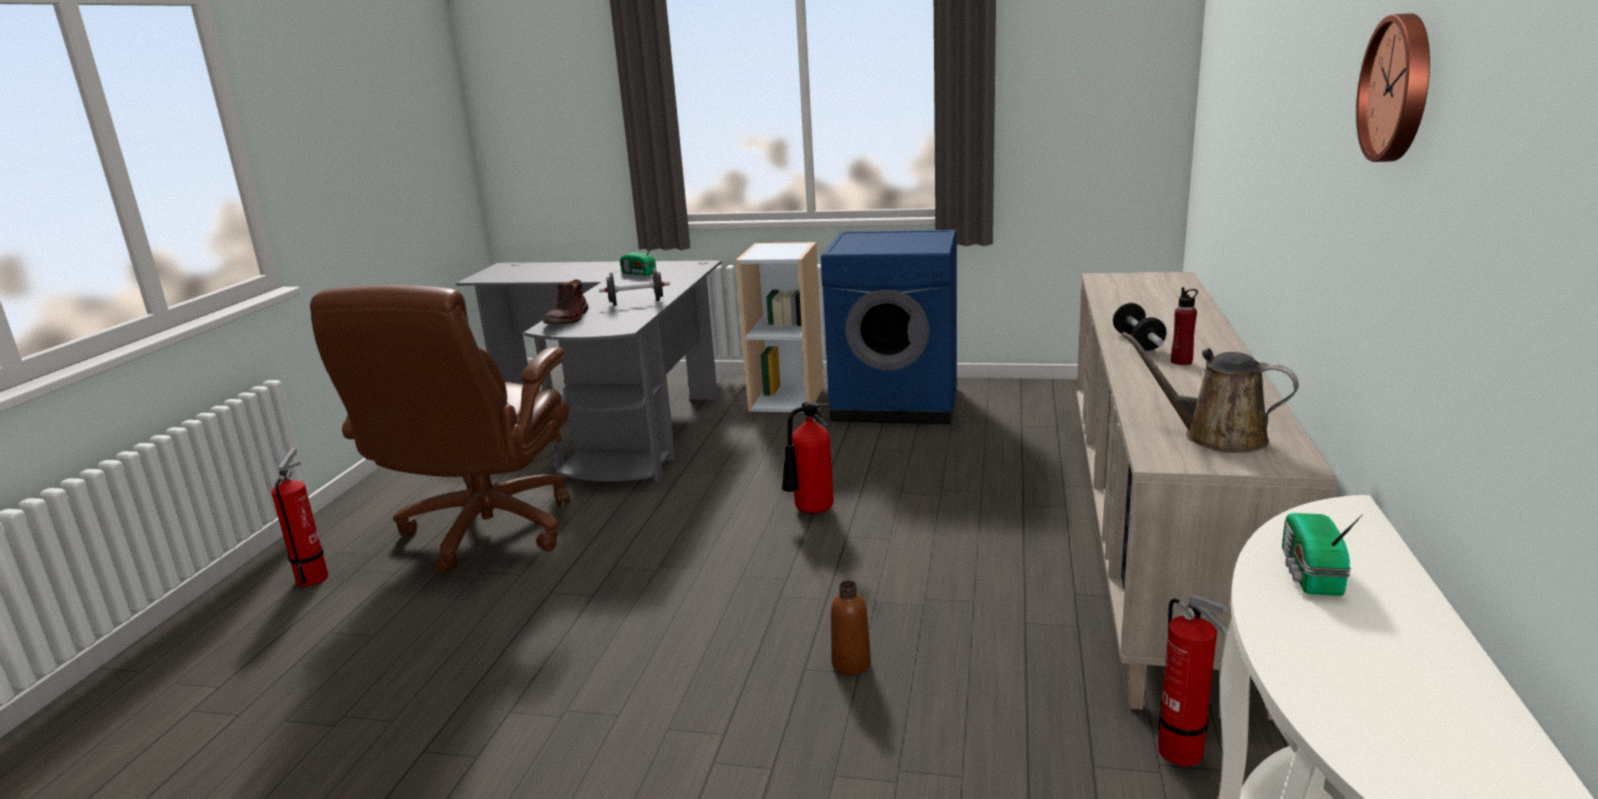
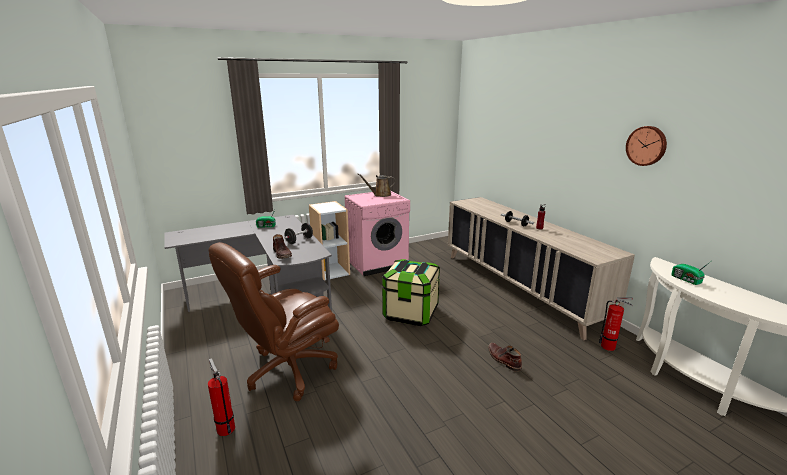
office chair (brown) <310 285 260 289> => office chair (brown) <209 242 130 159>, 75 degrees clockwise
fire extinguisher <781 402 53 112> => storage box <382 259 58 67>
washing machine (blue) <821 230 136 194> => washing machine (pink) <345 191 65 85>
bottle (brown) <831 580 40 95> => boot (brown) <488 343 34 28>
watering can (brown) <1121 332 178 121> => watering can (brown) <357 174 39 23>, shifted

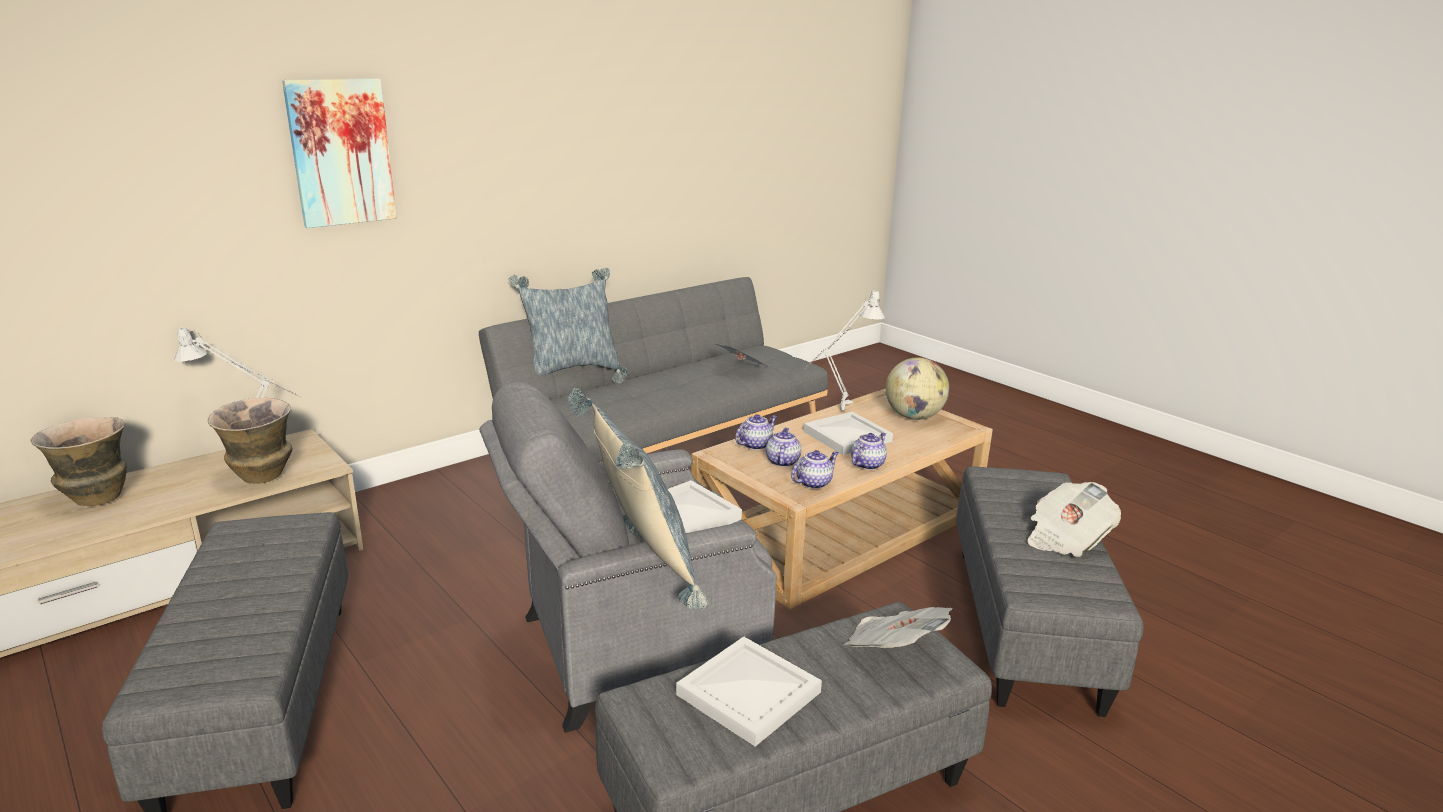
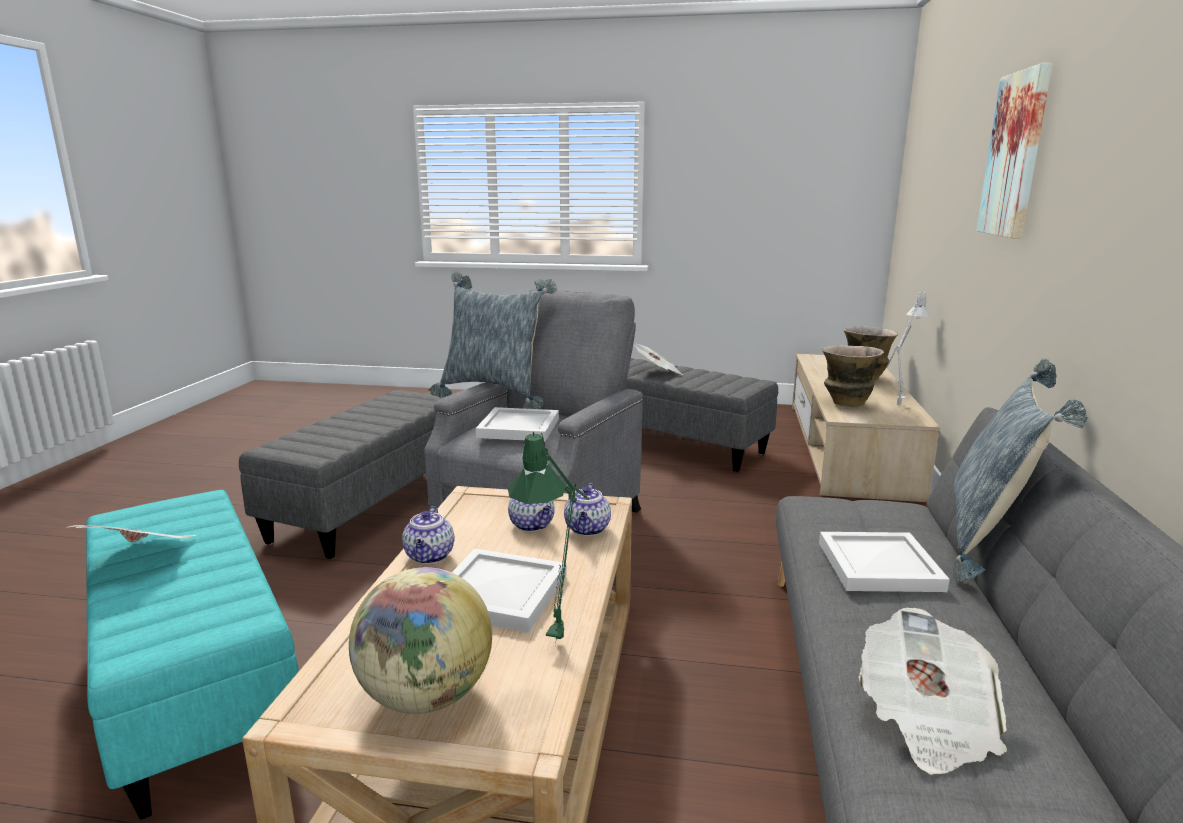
tray (white) <676 637 146 110> => tray (white) <819 532 131 60>, shifted
teapot <791 450 47 39> => nothing
table lamp (grey) <803 291 82 119> => table lamp (green) <508 432 82 213>
newspaper <844 607 108 41> => newspaper <633 343 50 32>, shifted
ottoman (grey) <956 467 187 250> => ottoman (turquoise) <86 490 213 330>

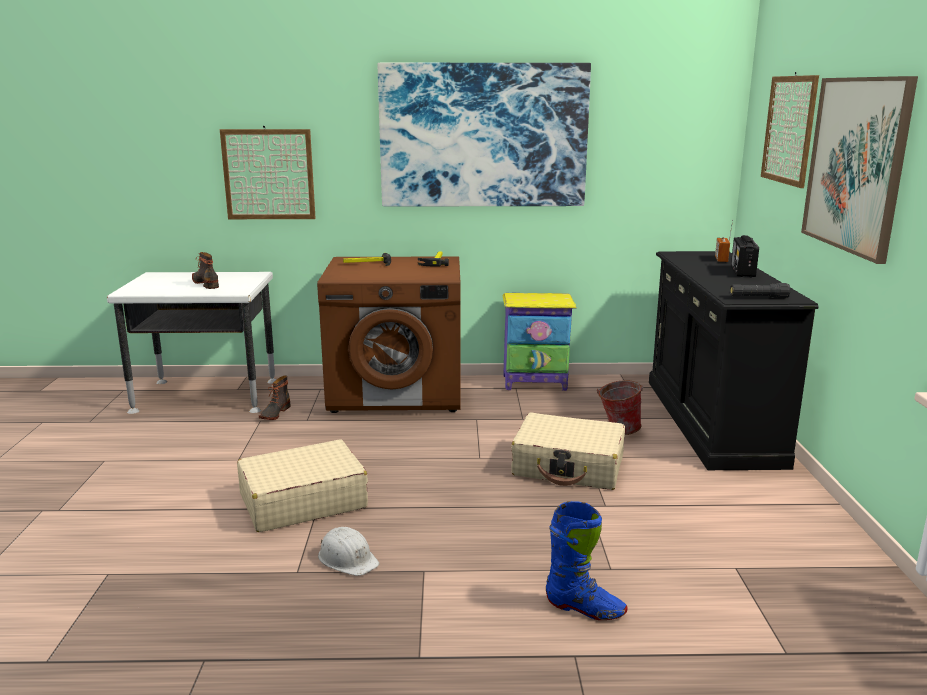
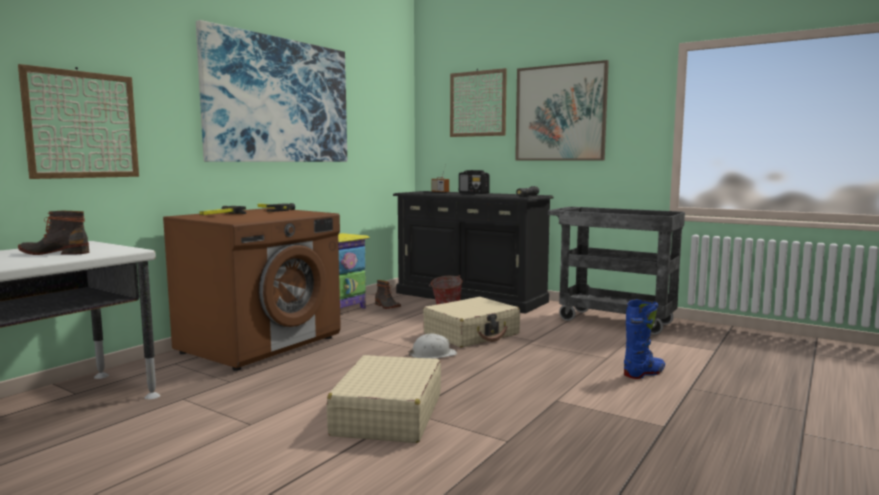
boot <259 376 32 44> => boot <375 280 26 29>, shifted
hard hat (white) <318 527 61 49> => hard hat (white) <409 334 48 25>, shifted
nothing => cart (black) <548 207 137 128>

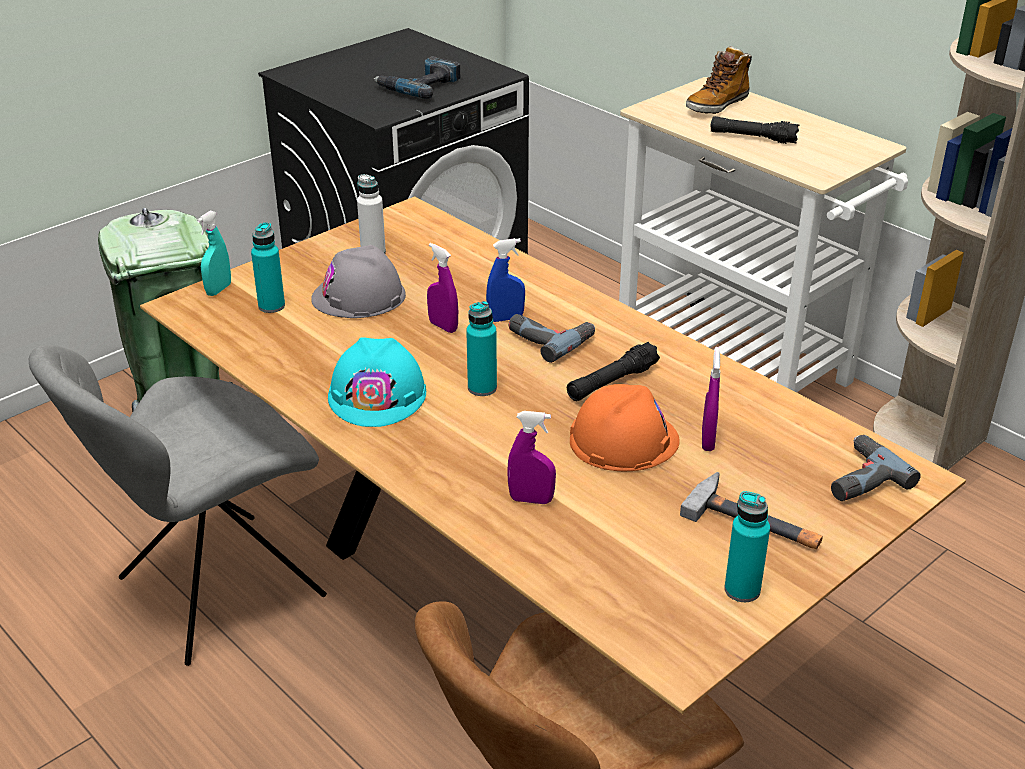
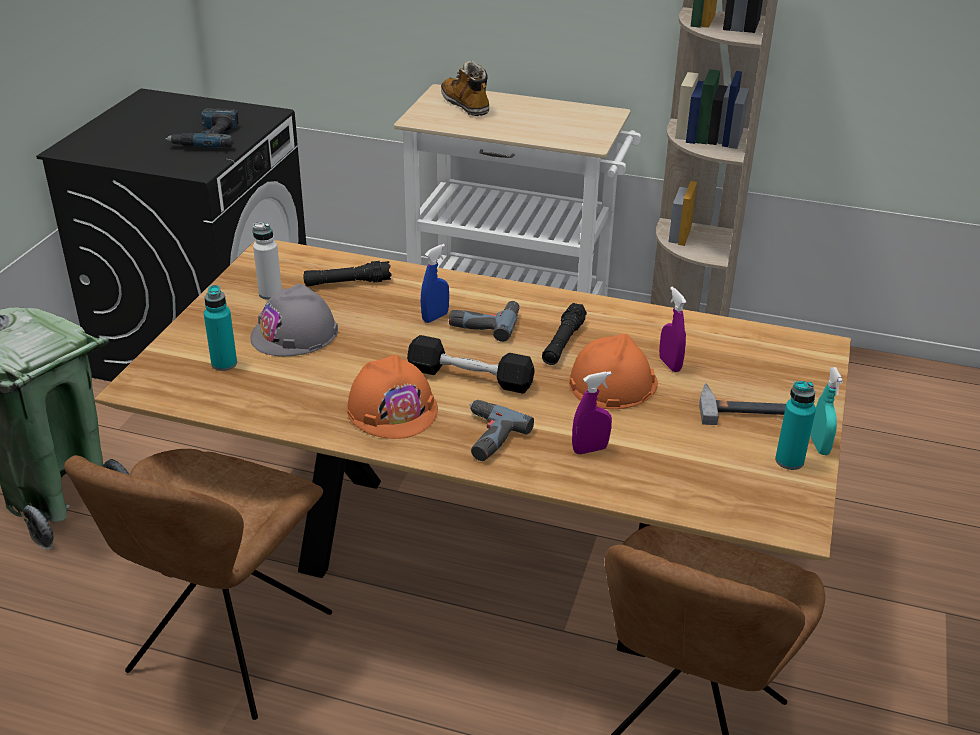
chair (grey) <29 345 298 321> => chair (brown) <64 449 268 271>
spray bottle (turquoise) <197 211 34 85> => spray bottle (turquoise) <811 367 32 88>, shifted
hard hat (turquoise) <328 337 98 90> => hard hat (orange) <347 355 91 84>
spray bottle (purple) <427 243 31 90> => nothing
bottle (turquoise) <466 301 31 95> => dumbbell (black) <407 335 128 59>
boot <686 46 66 68> => boot <441 61 48 55>, 135 degrees clockwise
flashlight (black) <711 116 88 28> => flashlight (black) <303 261 89 26>, shifted
power drill <831 435 90 66> => power drill <470 400 64 61>, shifted

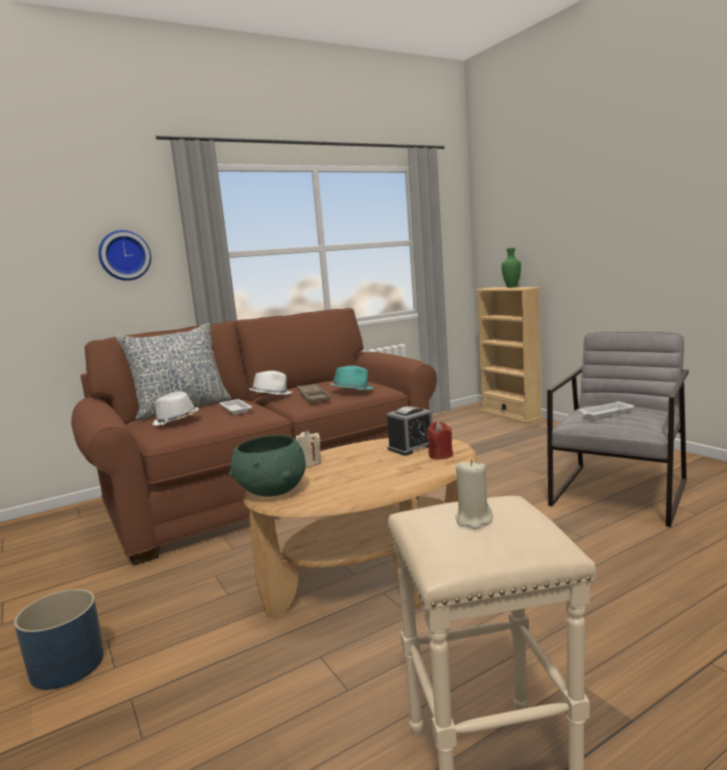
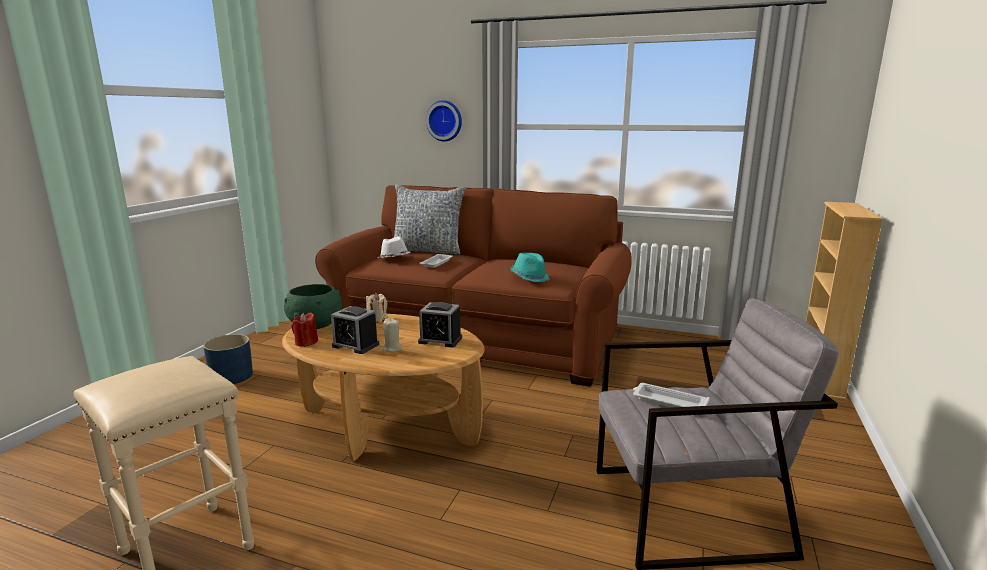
hat (white) <249 371 43 24> => nothing
tray (brown) <297 383 33 19> => nothing
candle (red) <426 422 27 38> => candle (red) <292 313 26 34>, shifted
candle (beige) <455 460 38 69> => candle (beige) <382 318 20 34>, shifted
vase (green) <501 248 20 40> => nothing
nothing => alarm clock <331 306 48 48>

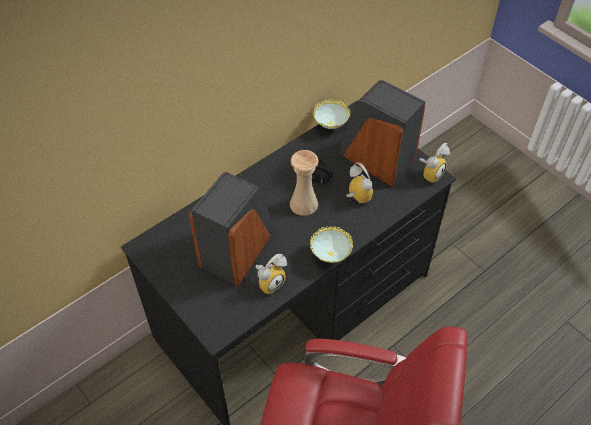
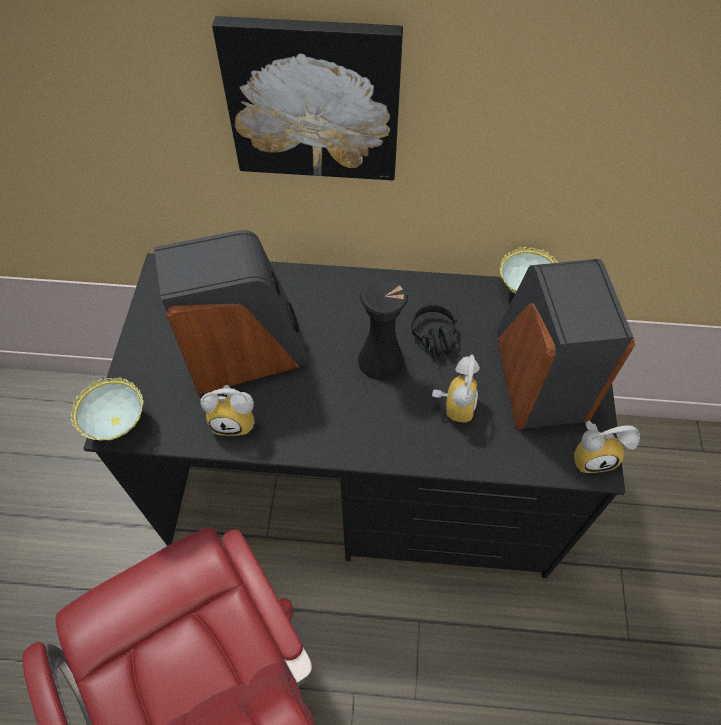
vase (beige) <290 150 29 66> => vase (black) <358 277 50 103>
bowl <310 226 43 37> => bowl <71 377 72 64>, shifted
nothing => picture <212 16 191 164>

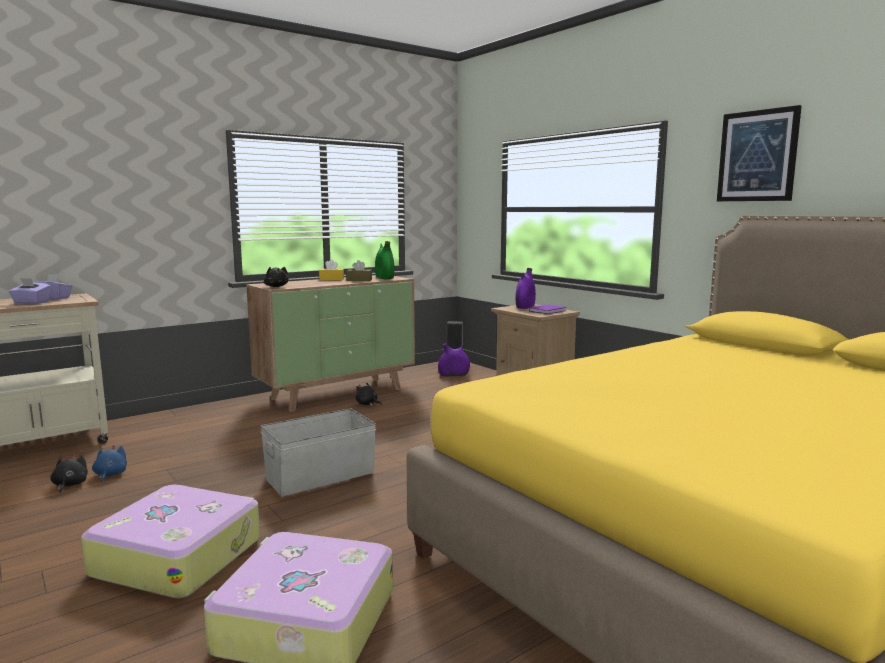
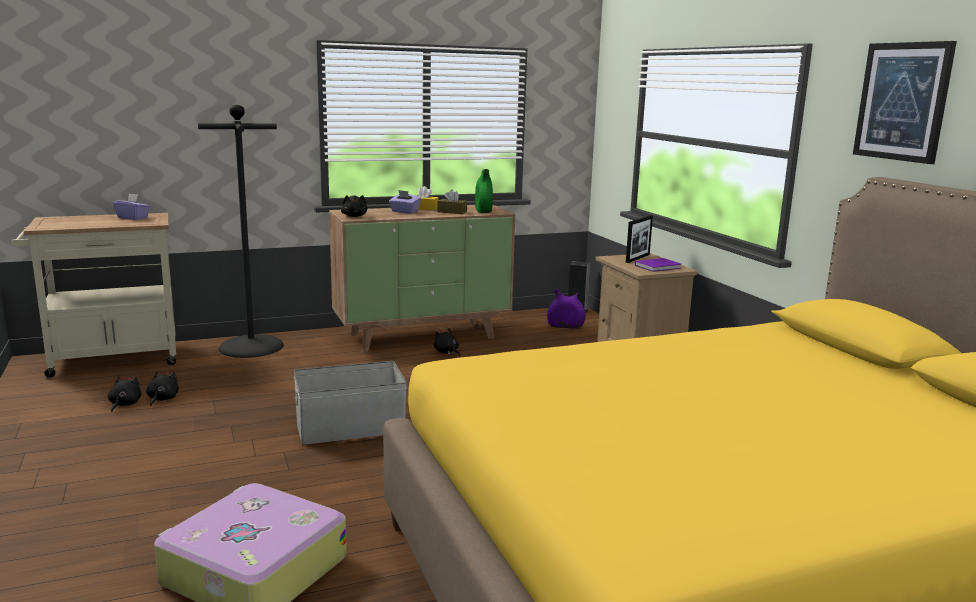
tissue box (purple) <8 278 43 26> => tissue box (purple) <389 190 32 23>, shifted
suitcase <81 485 179 114> => nothing
plush toy (blue) <92 445 35 38> => plush toy (black) <146 371 33 36>
vase (purple) <515 268 21 41> => picture frame <626 215 27 48>
nothing => clothes rack (black) <198 105 86 253>

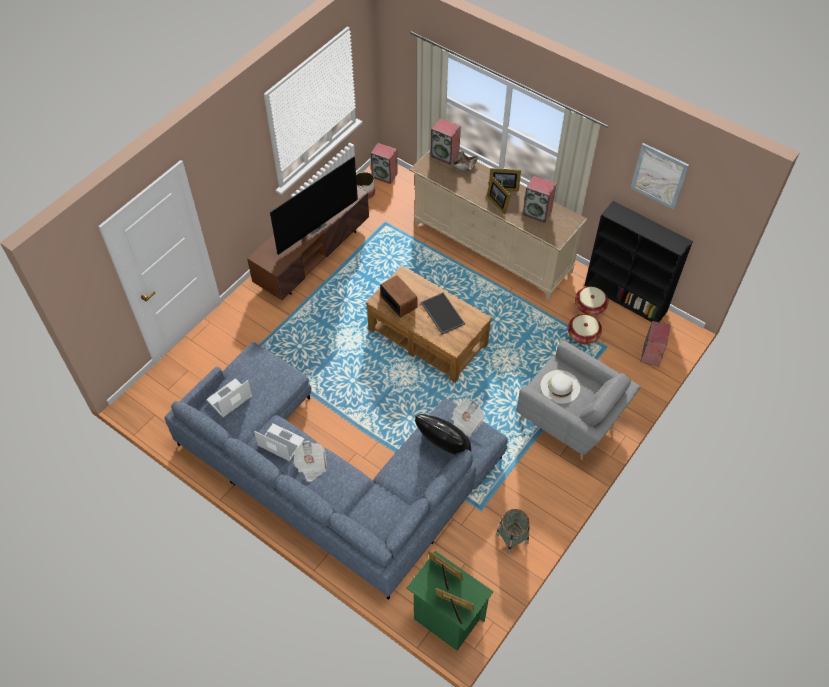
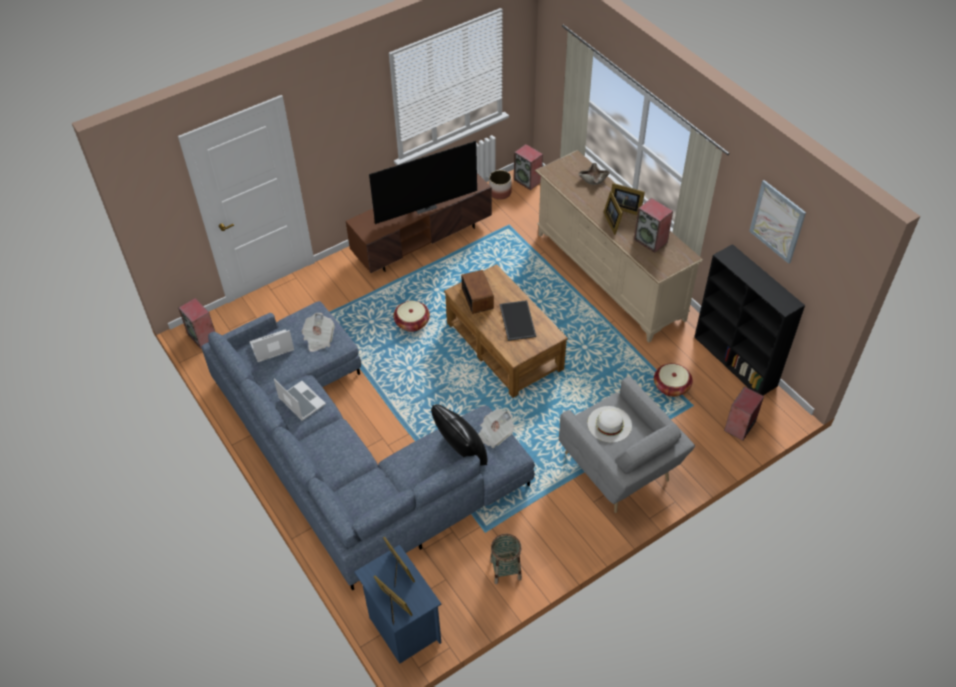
newspaper <294 441 33 41> => newspaper <302 313 33 39>, shifted
nightstand (green) <406 551 87 100> => nightstand (blue) <354 545 87 119>
speaker <431 118 30 47> => speaker <178 298 37 51>, shifted
basket <575 286 34 30> => basket <393 301 37 31>, shifted

